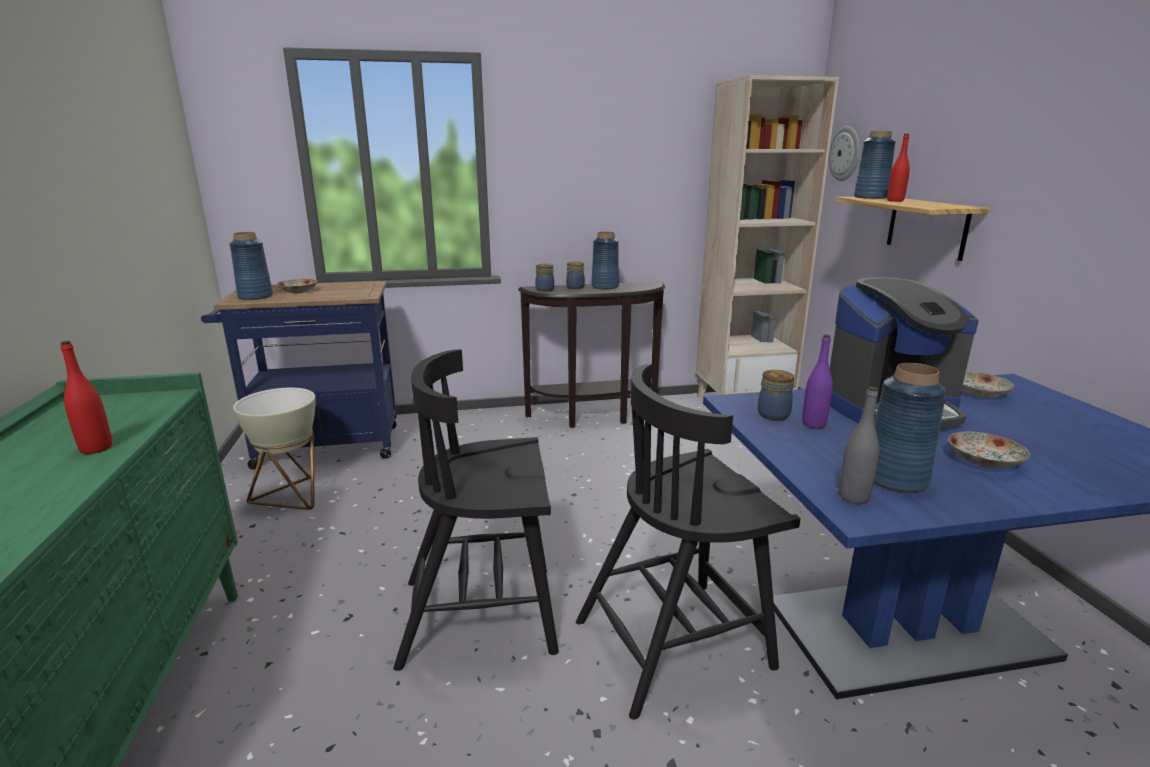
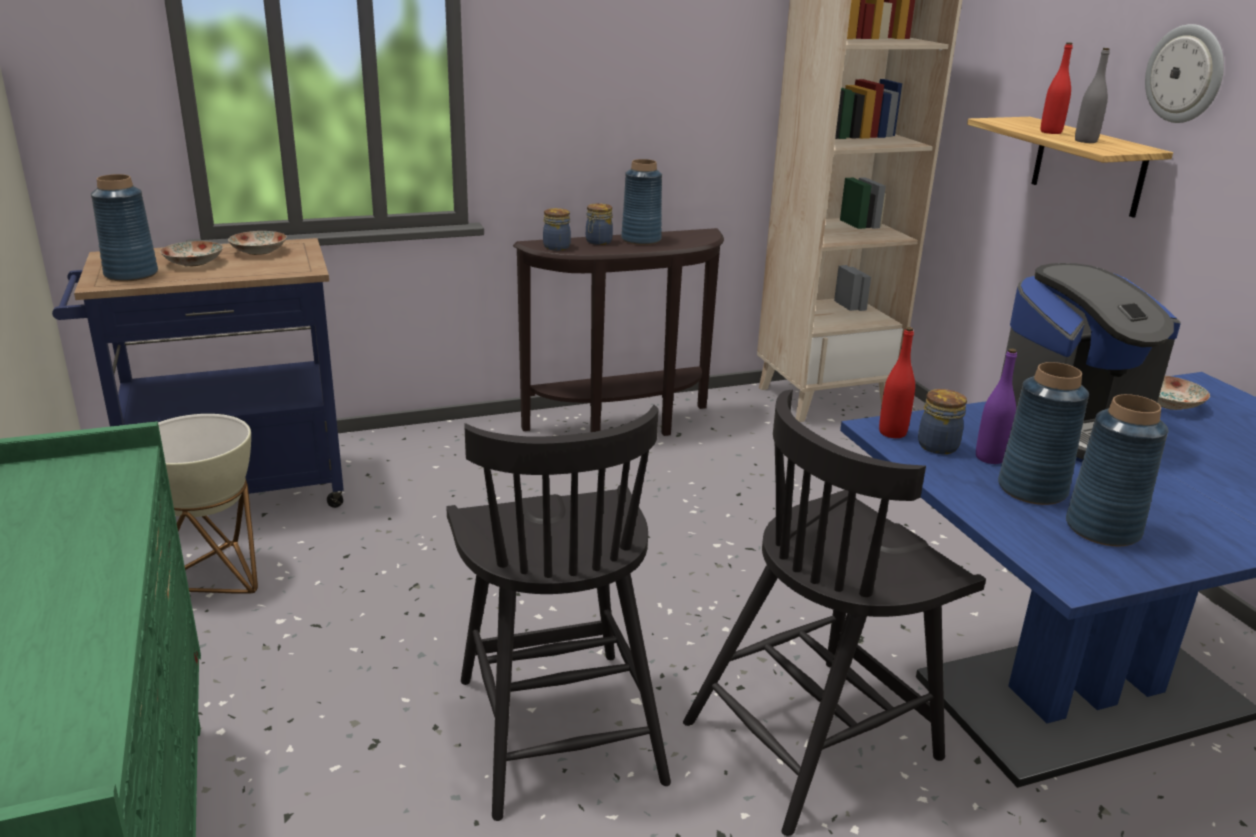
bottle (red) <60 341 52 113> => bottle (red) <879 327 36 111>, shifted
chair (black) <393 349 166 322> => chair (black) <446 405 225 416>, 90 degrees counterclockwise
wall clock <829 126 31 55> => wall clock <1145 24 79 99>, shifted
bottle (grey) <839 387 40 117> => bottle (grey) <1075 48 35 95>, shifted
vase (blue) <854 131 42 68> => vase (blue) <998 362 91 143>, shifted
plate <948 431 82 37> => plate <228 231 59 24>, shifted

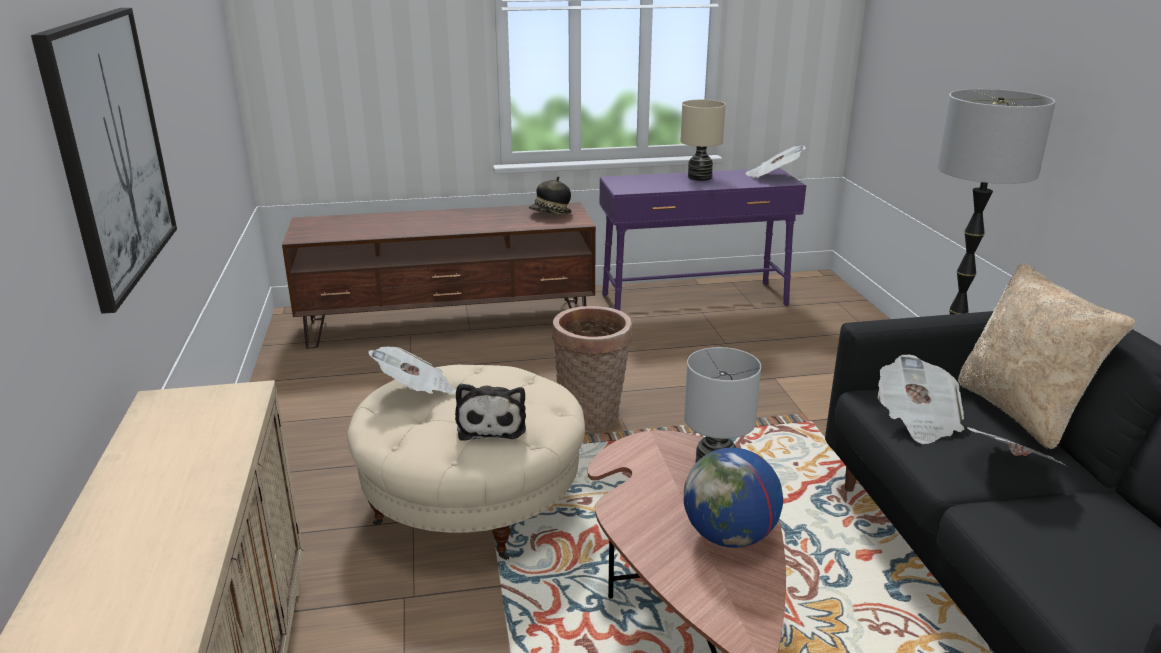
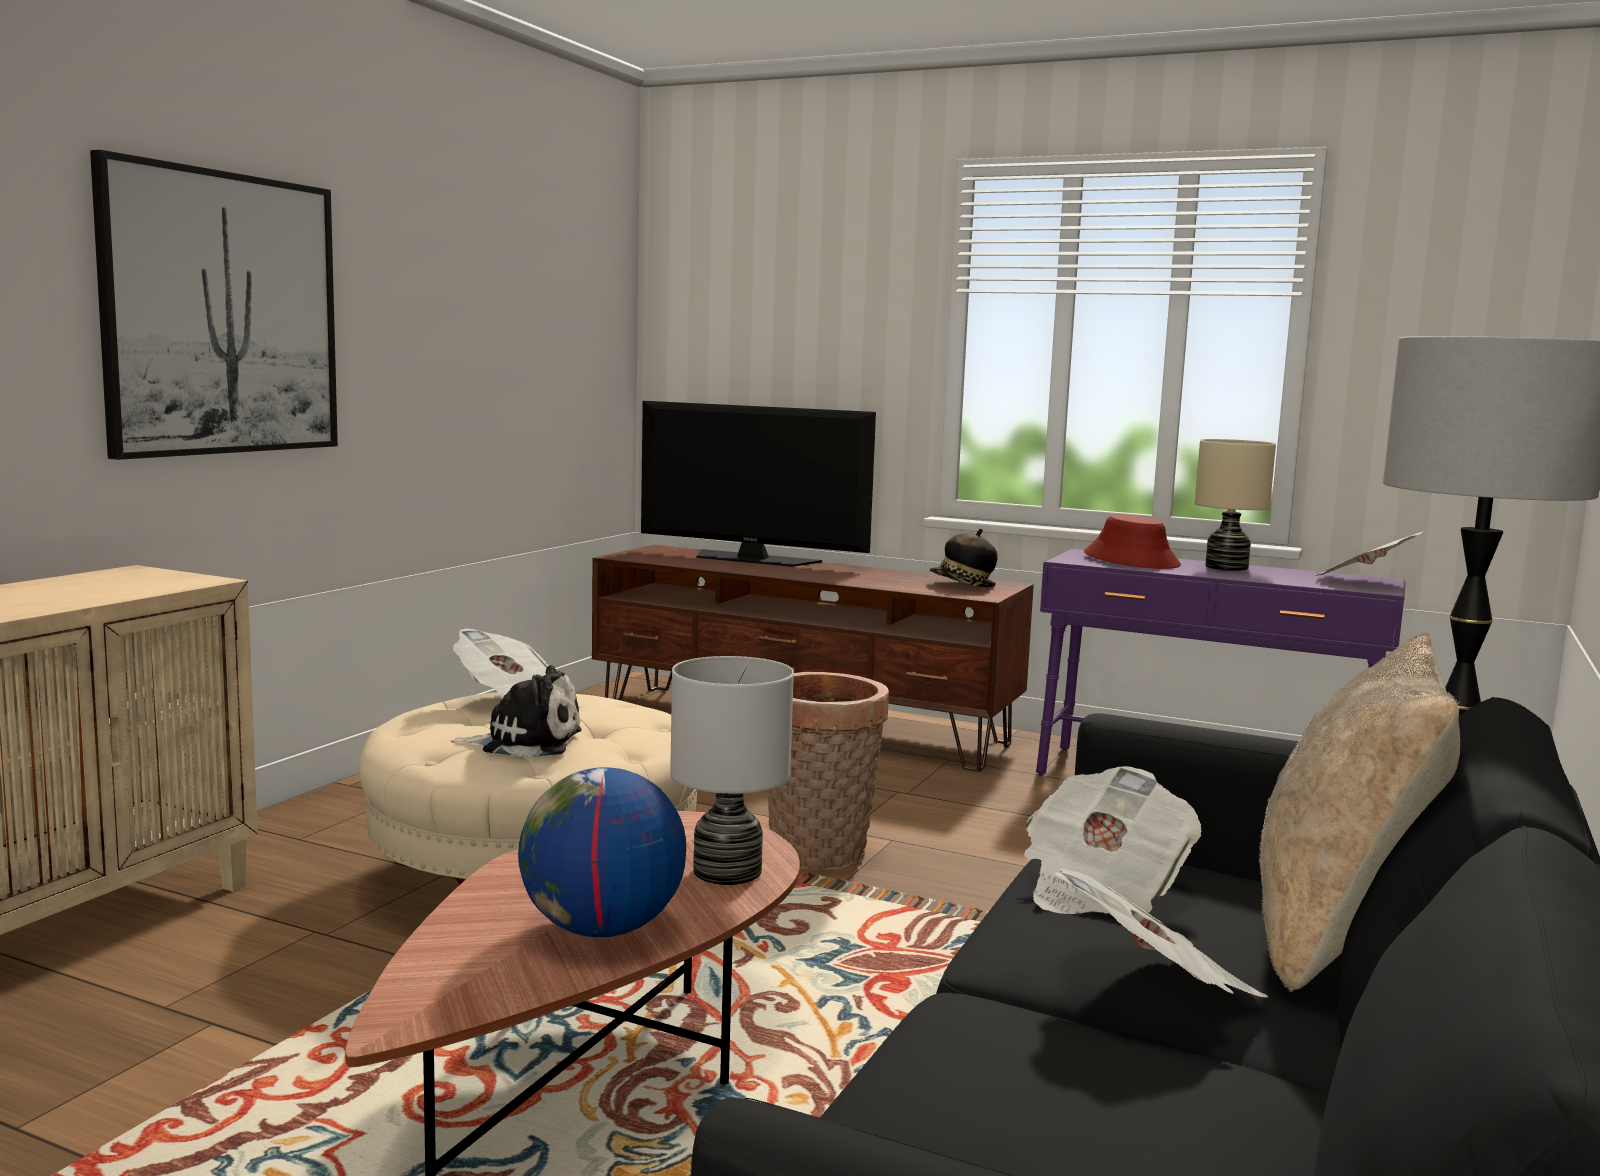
plush toy <455 383 71 58> => plush toy <451 665 131 93>, 120 degrees counterclockwise
nothing => television <641 401 235 166>
nothing => hat (red) <1084 514 97 55>

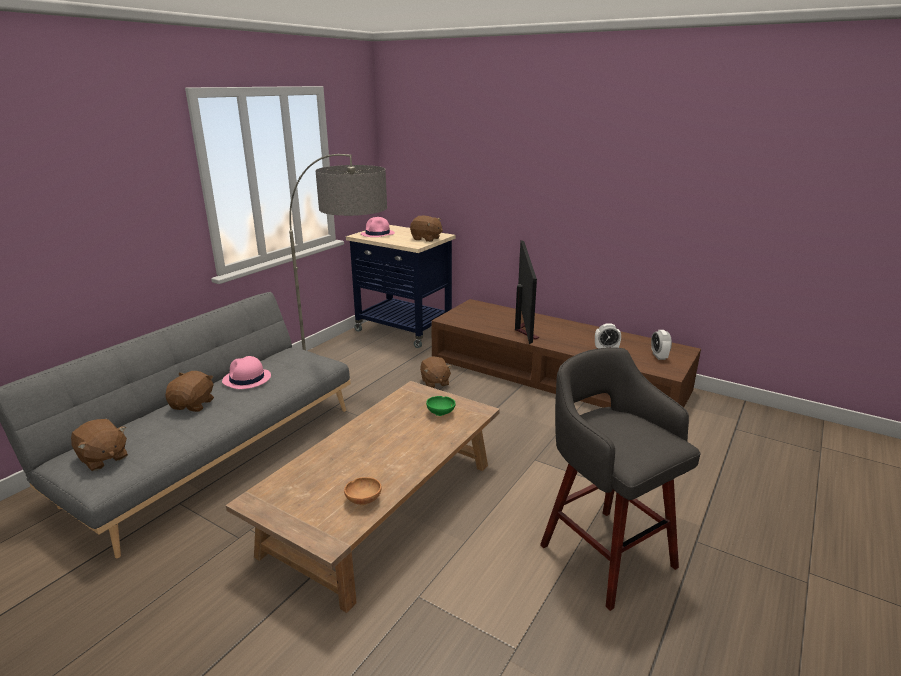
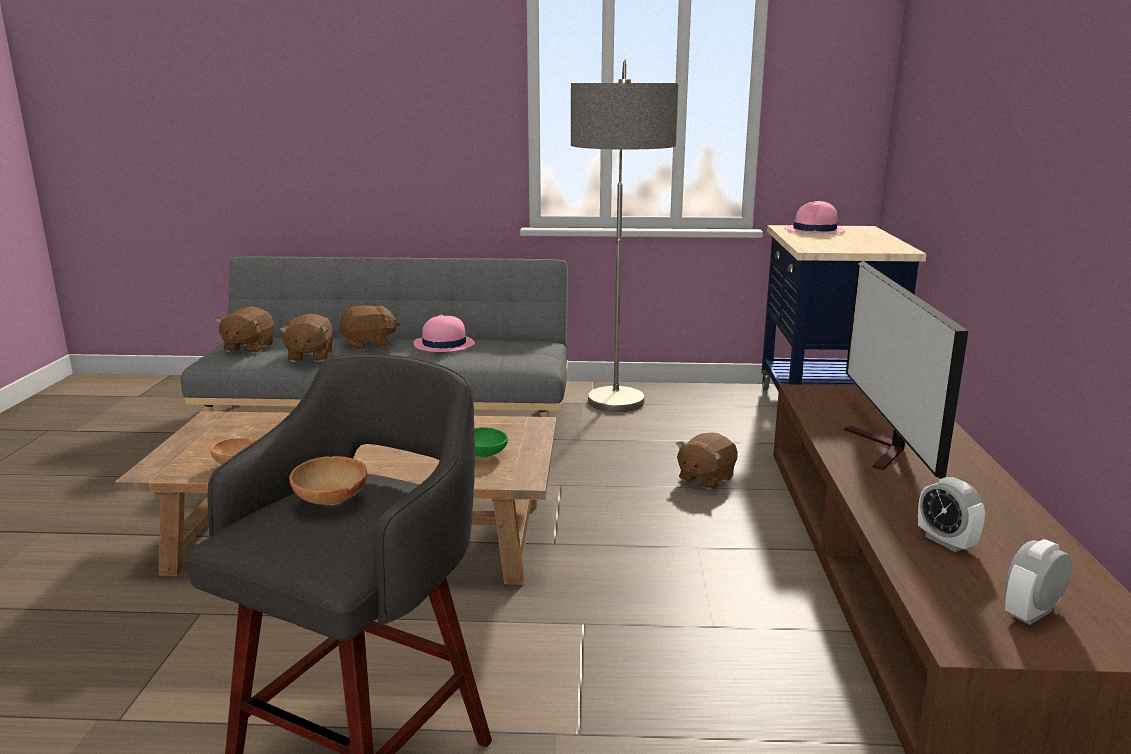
plush toy (brown) <410 216 33 26> => plush toy (brown) <279 314 54 48>, shifted
television <515 240 24 104> => television <844 261 124 218>, 120 degrees clockwise
nothing => bowl (brown) <290 456 77 49>

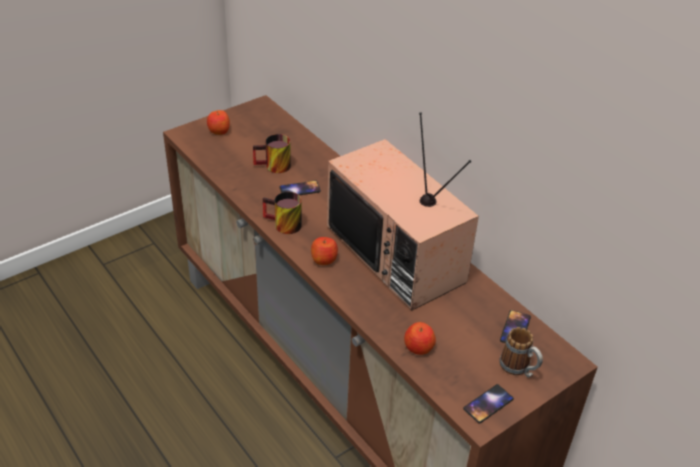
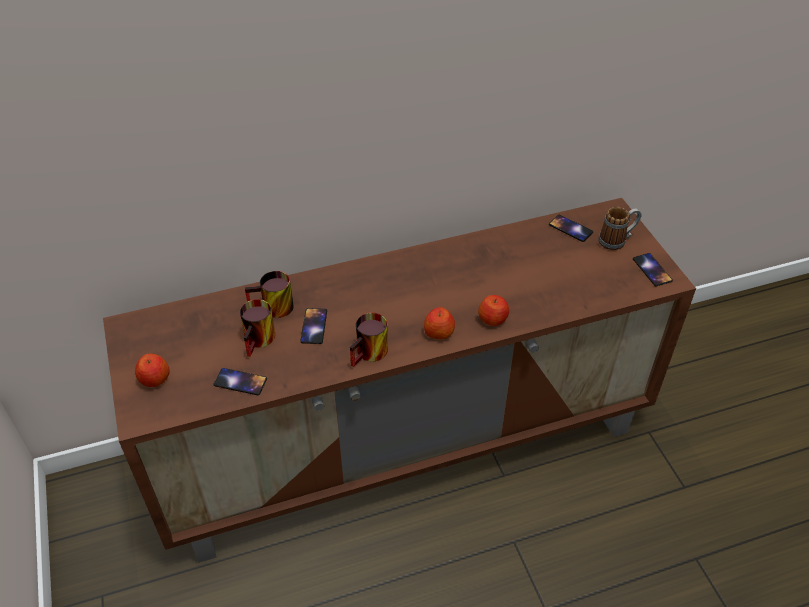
television <327 112 152 198> => nothing
apple <404 322 32 33> => apple <478 295 31 31>, shifted
nothing => phone <213 368 54 27>
nothing => mug <245 271 49 47>

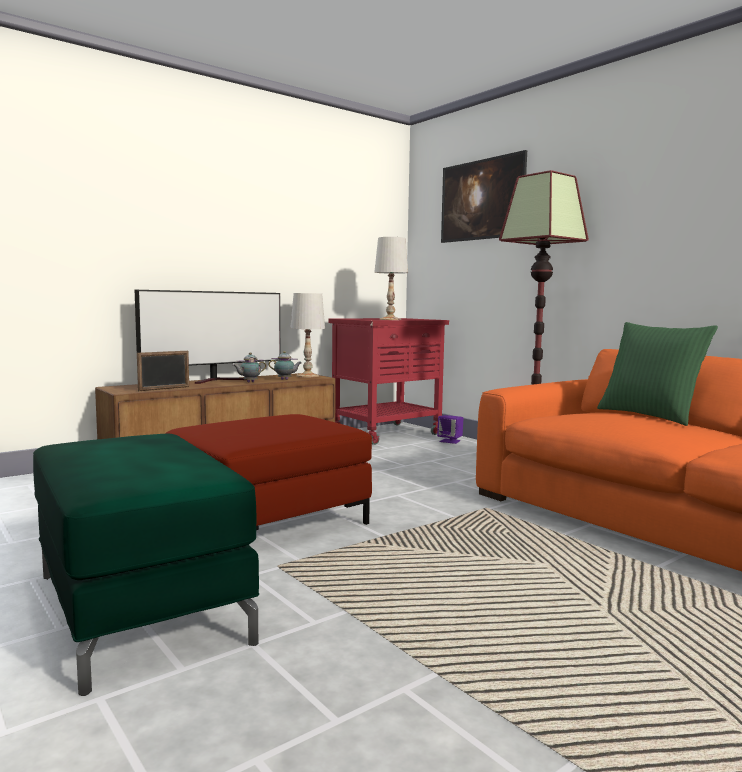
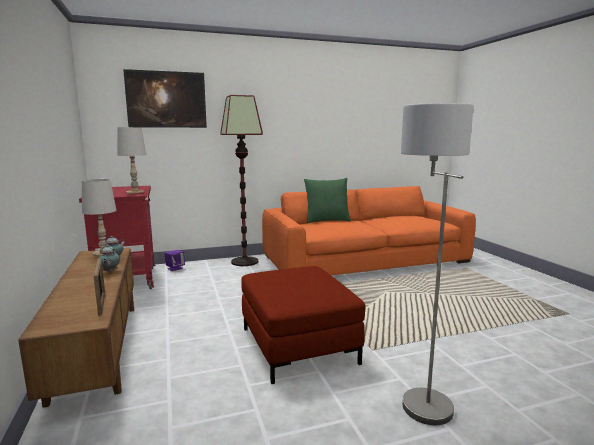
ottoman (green) <33 434 226 262> => floor lamp (grey) <401 103 73 322>
television <135 290 145 94> => nothing

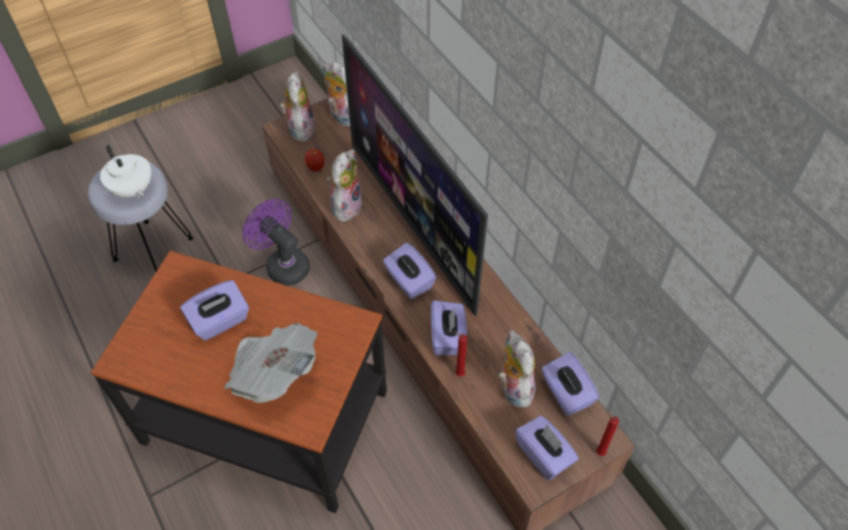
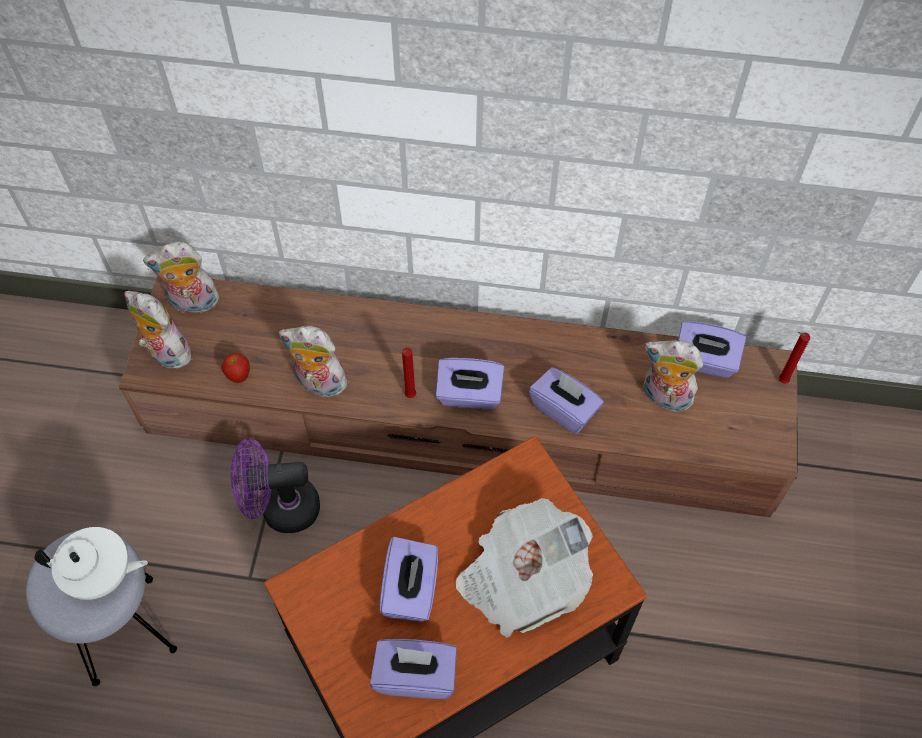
plush toy <326 150 37 73> => plush toy <279 326 68 71>, 45 degrees counterclockwise
television <342 34 146 282> => nothing
candle (red) <454 332 13 45> => candle (red) <399 347 17 51>, shifted
tissue box (purple) <515 416 64 64> => tissue box (purple) <370 639 87 60>, shifted

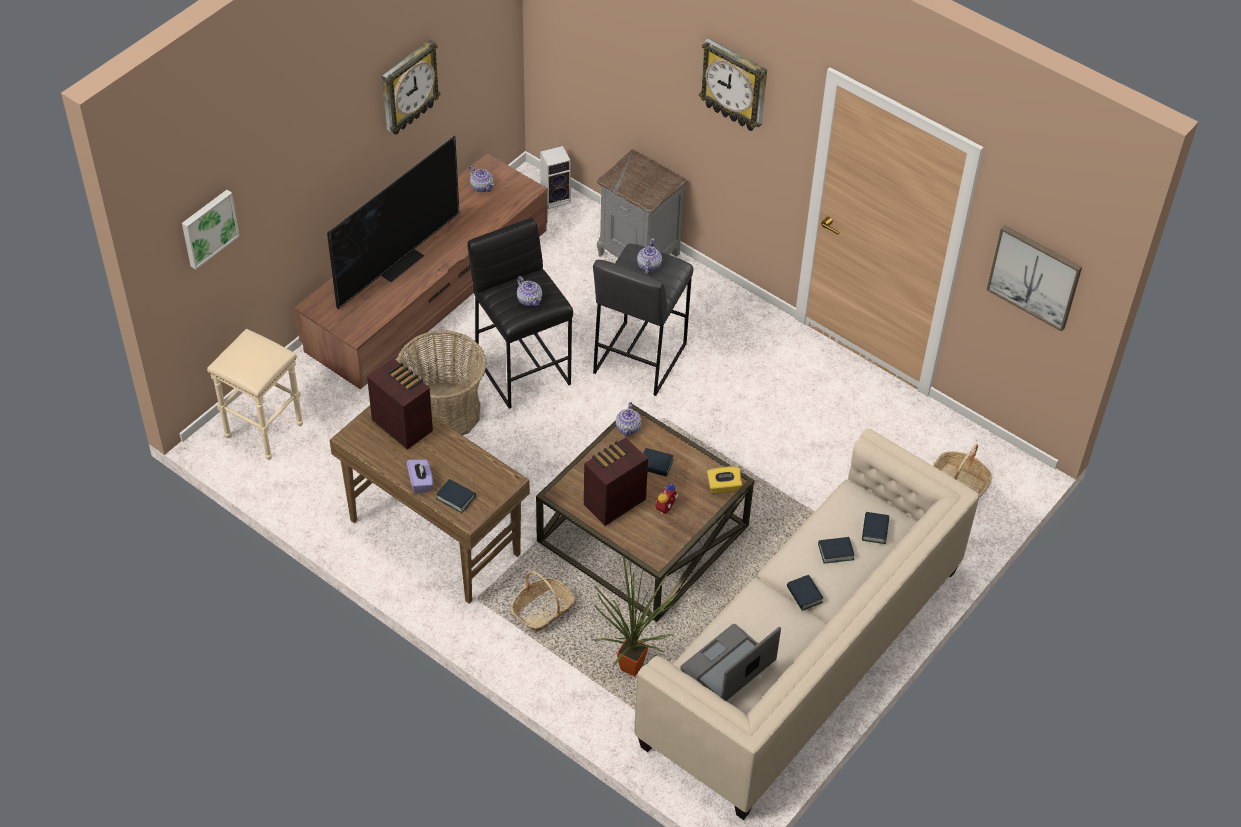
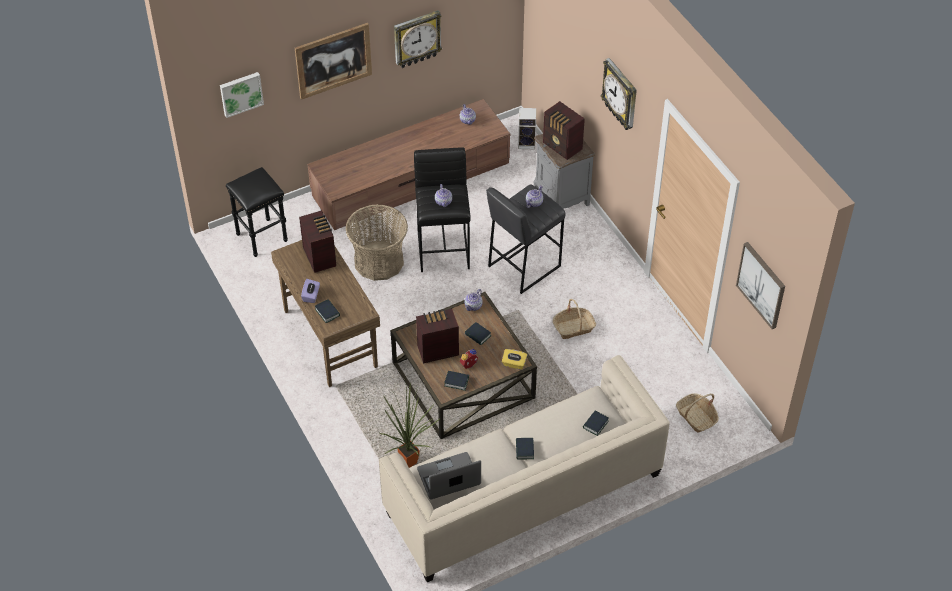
stool (beige) <207 329 96 131> => stool (black) <226 167 62 90>
television <327 136 133 173> => nothing
basket <511 571 64 62> => basket <553 299 43 40>, shifted
book <818 537 36 27> => book <444 371 25 20>, shifted
nothing => picture <295 23 77 77>
nothing => radio <543 101 42 59>

